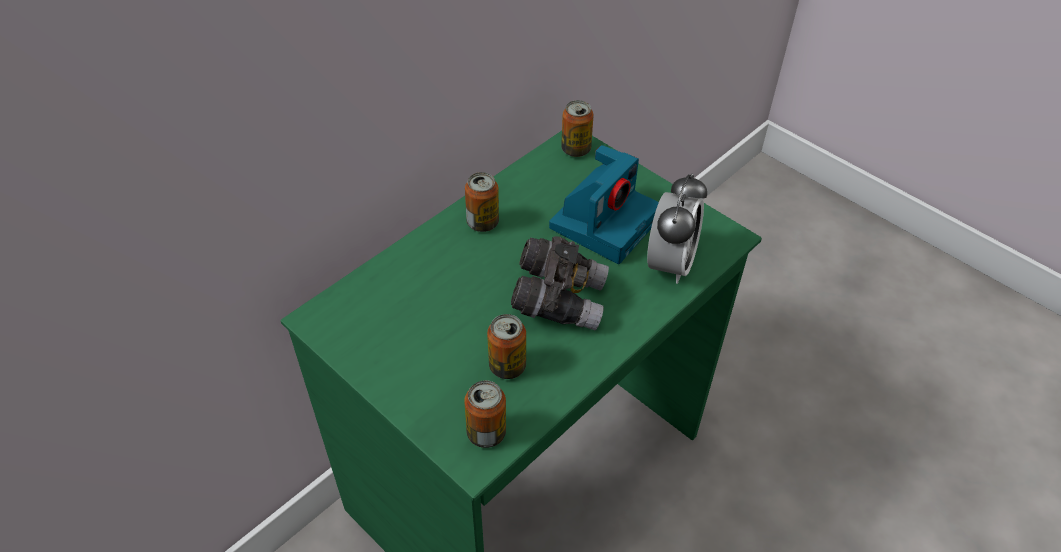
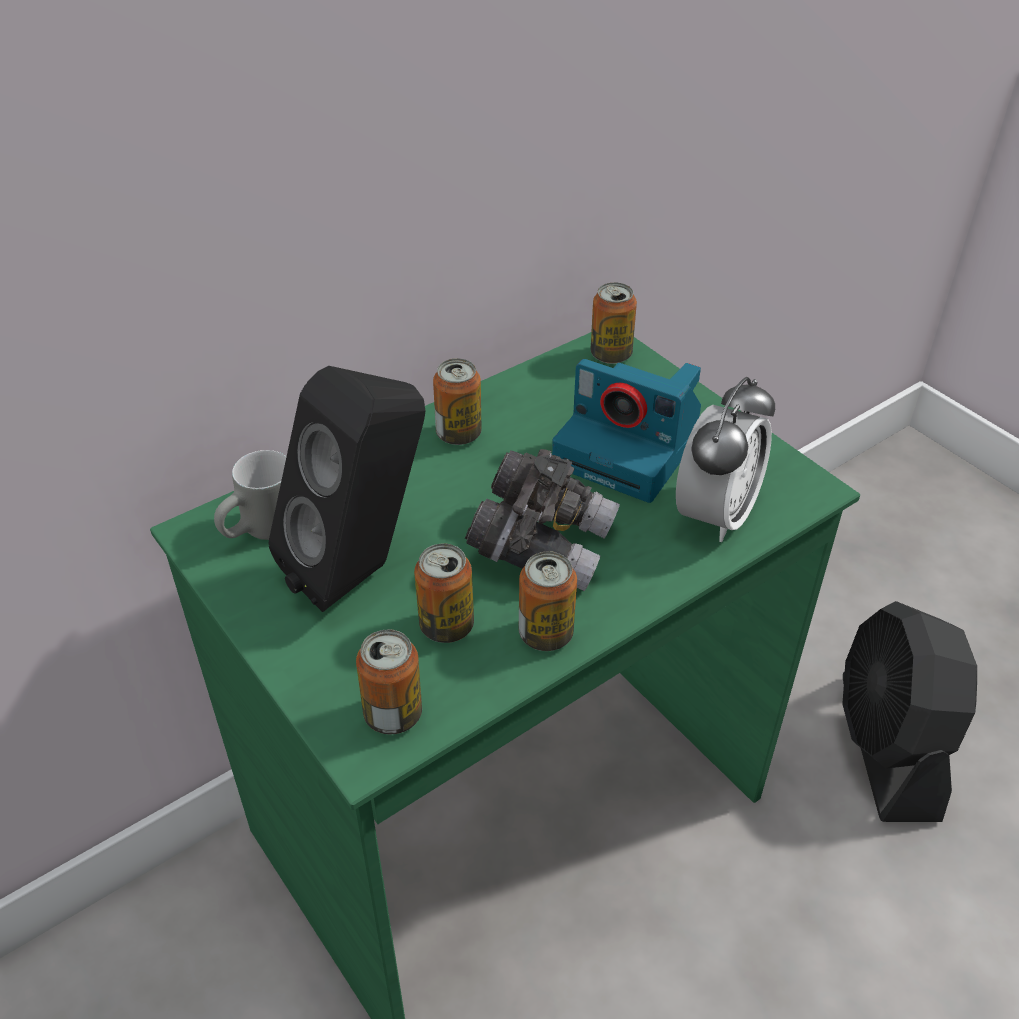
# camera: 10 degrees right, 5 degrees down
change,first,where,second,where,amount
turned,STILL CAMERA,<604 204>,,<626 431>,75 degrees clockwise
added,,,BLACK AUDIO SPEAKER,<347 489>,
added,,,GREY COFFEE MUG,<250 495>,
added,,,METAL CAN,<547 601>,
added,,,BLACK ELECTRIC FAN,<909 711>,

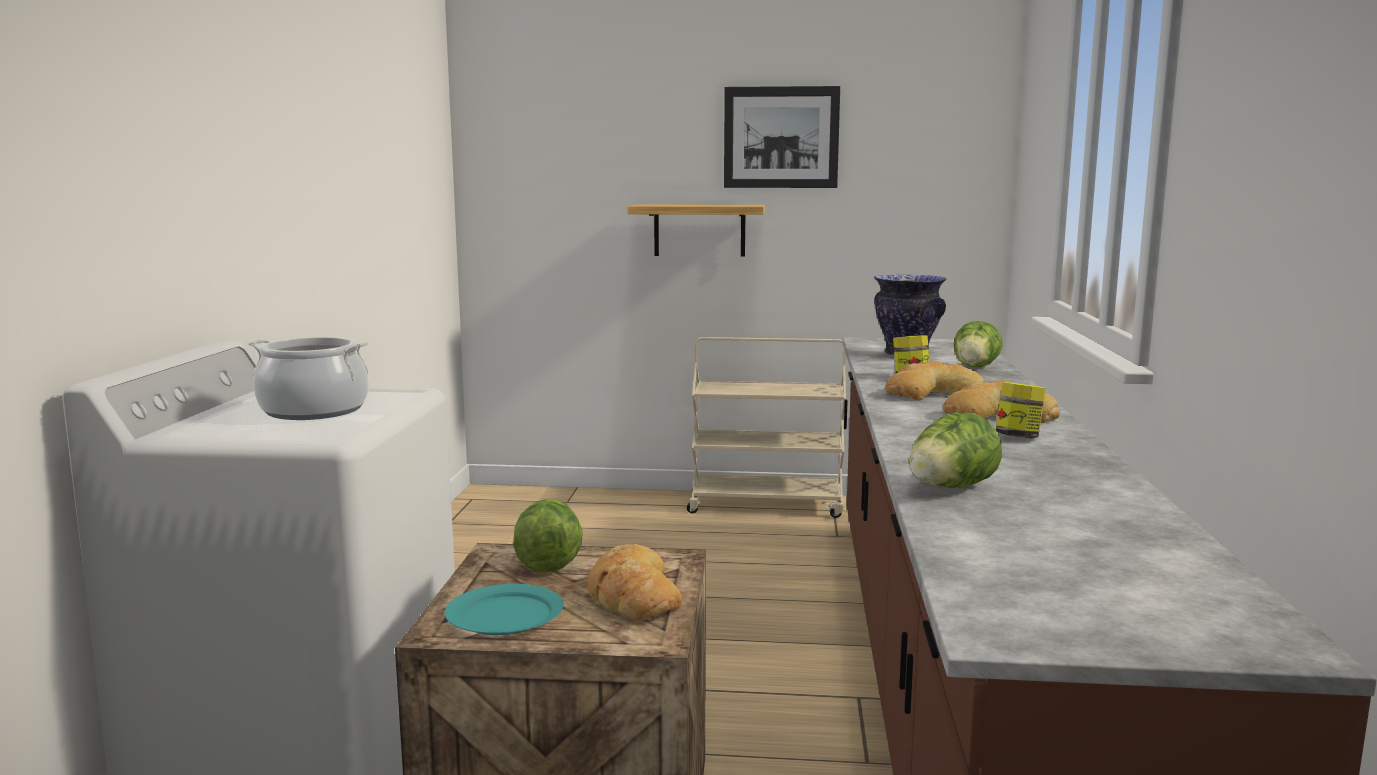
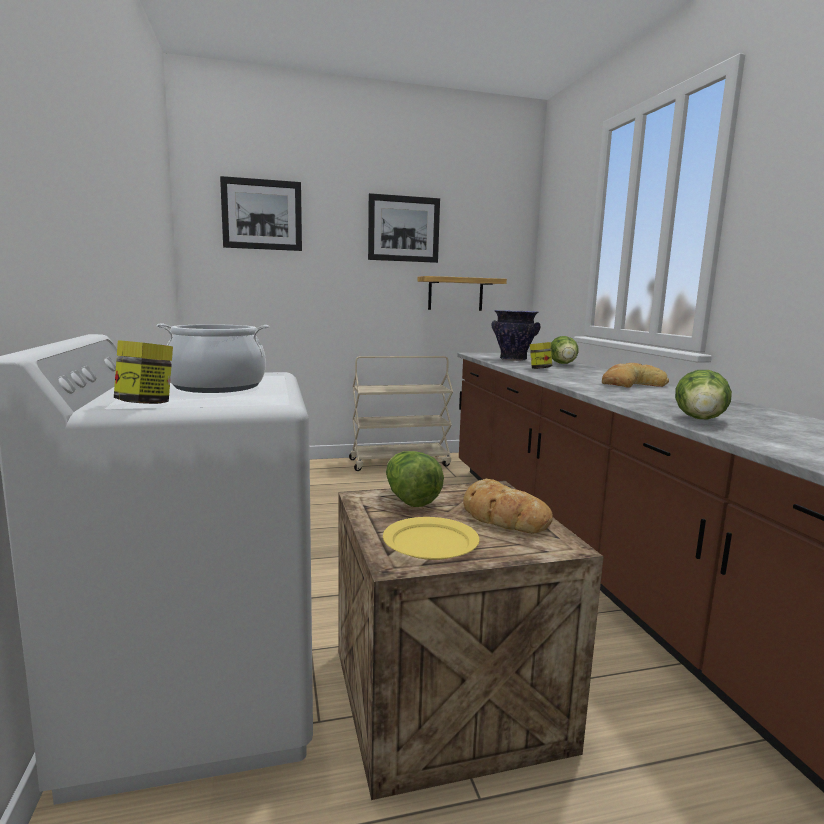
# camera: 20 degrees left, 0 degrees up
change,first,where,second,where,amount
moved,WALL SHELF,<696 230>,,<462 293>,
removed,BAKED BREAD,<934 380>,,,
moved,PRESERVE JAR,<1021 410>,,<143 372>,
recoloured,TURQUOISE PLATE,<504 609>,YELLOW PLATE,<431 538>,
added,,,PICTURE,<261 213>,

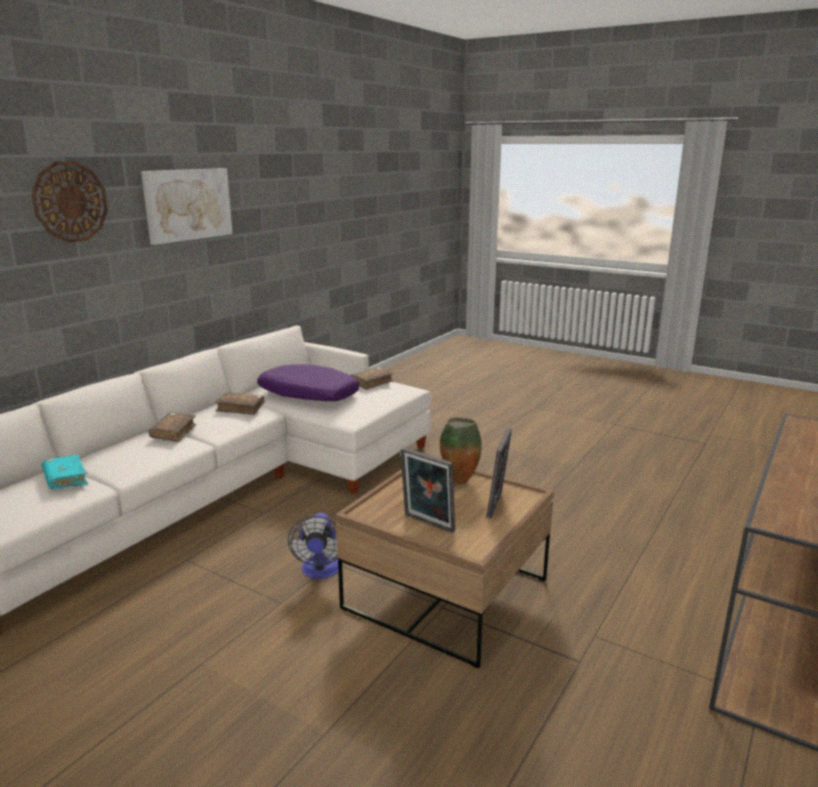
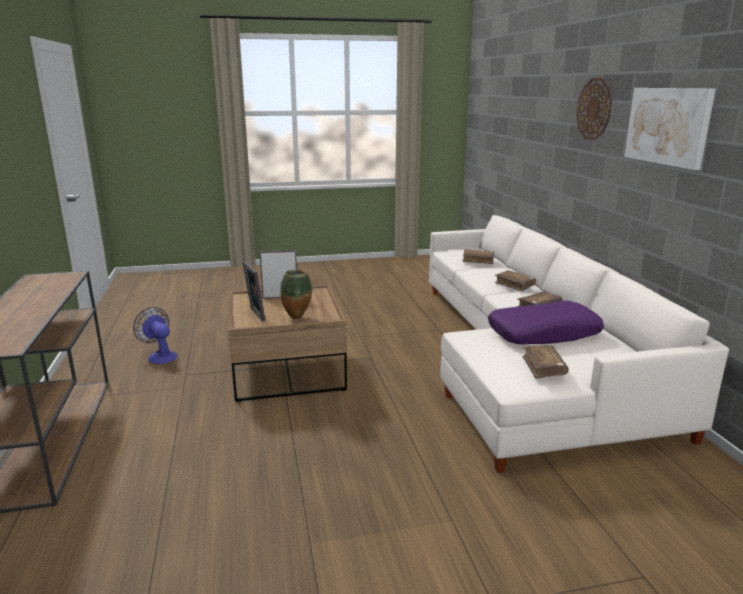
# camera: 135 degrees right, 0 degrees up
change,first,where,second,where,amount
recoloured,TURQUOISE BOOK,<65 472>,BROWN-COLOURED BOOK,<478 257>,
moved,ELECTRIC FAN,<313 546>,,<155 335>,

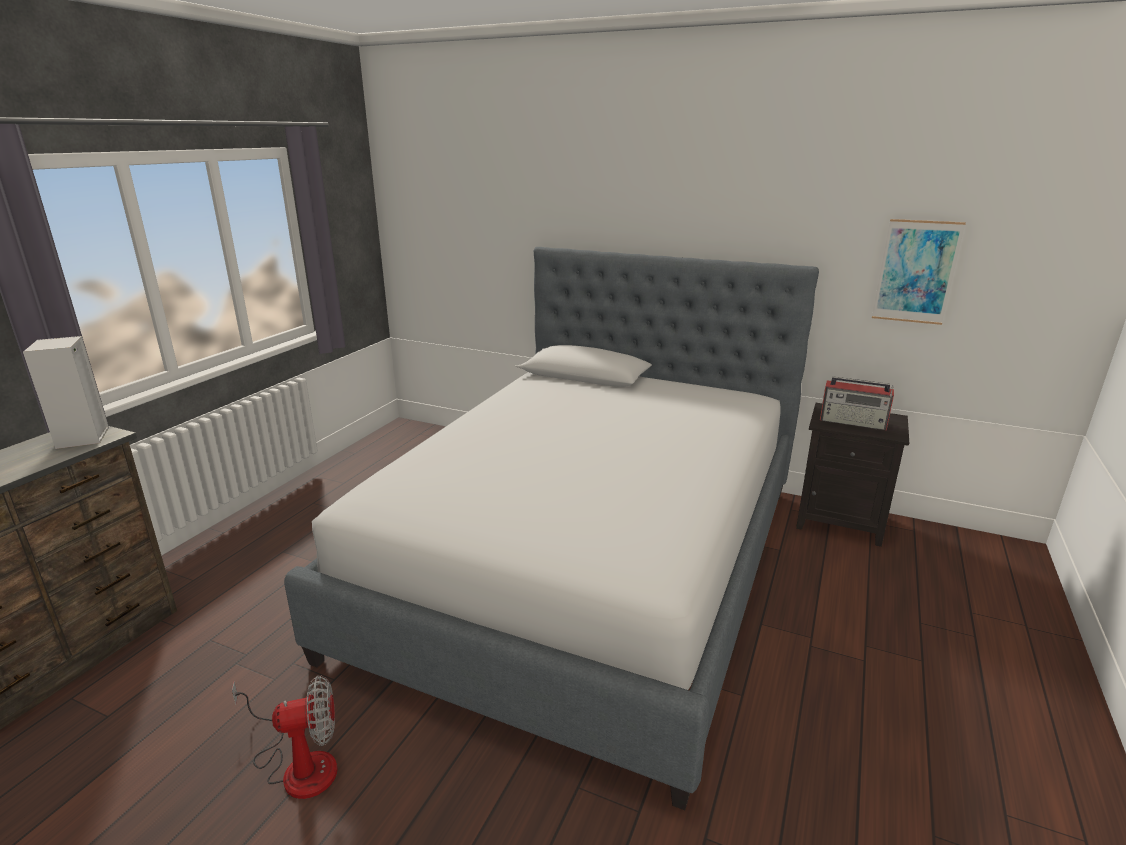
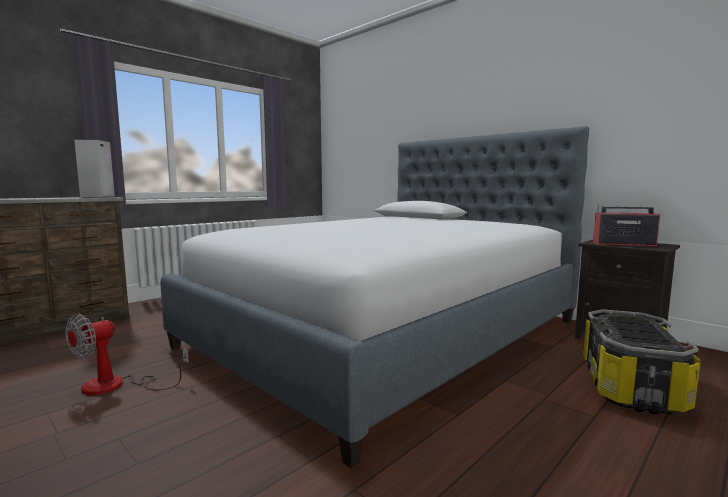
# camera: 20 degrees right, 15 degrees down
change,first,where,second,where,amount
removed,PICTURE,<919 272>,,,
turned,RADIO RECEIVER,<857 403>,,<626 225>,150 degrees clockwise
turned,ELECTRIC FAN,<285 737>,,<127 354>,120 degrees clockwise
added,,,STORAGE BOX,<642 361>,

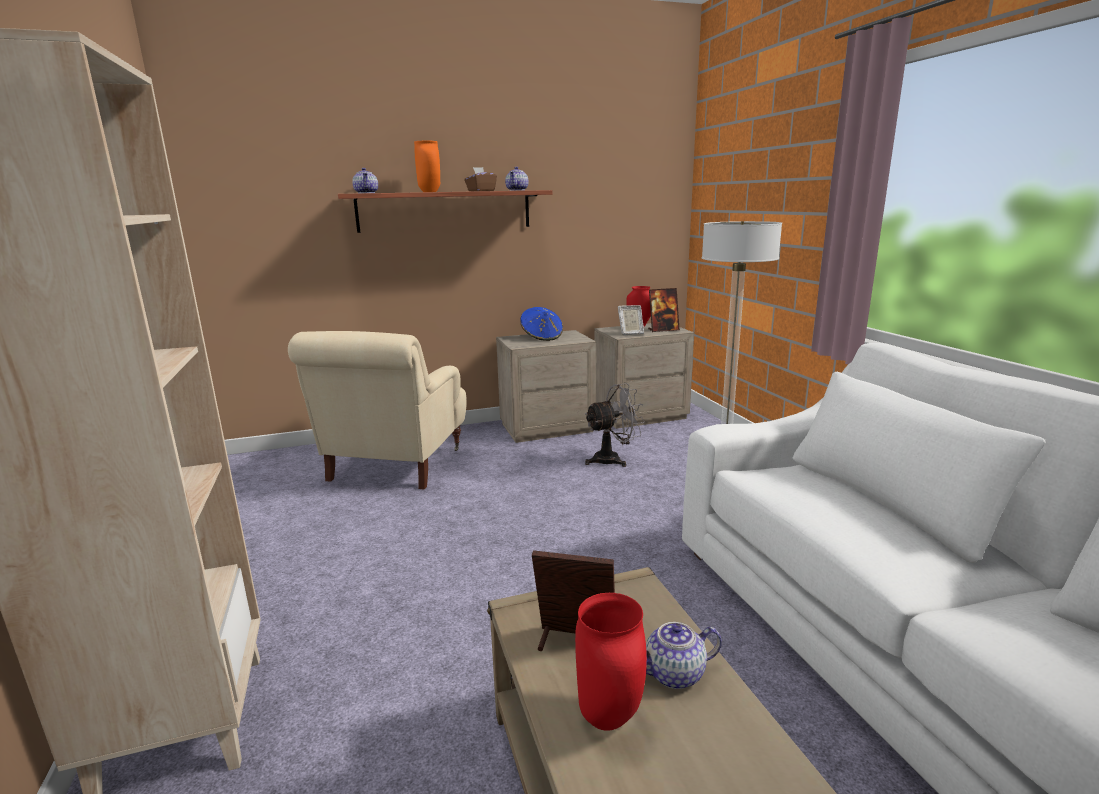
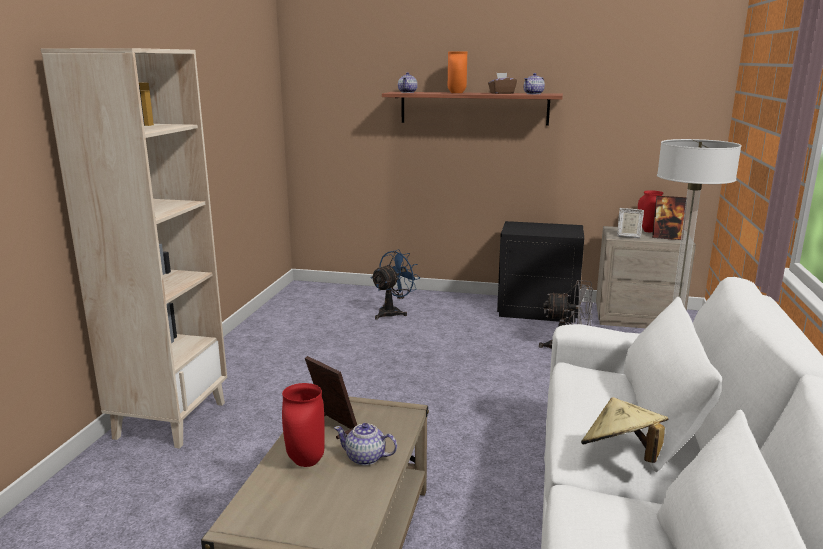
# camera: 30 degrees right, 0 degrees up
change,first,where,second,where,amount
removed,BLUISH HAT,<541 324>,,,
recoloured,BEIGE-COLOURED NIGHTSTAND,<546 386>,BLACK NIGHTSTAND,<540 272>,
replaced,BEIGE-COLOURED LOUNGE CHAIR,<377 410>,BLUISH ELECTRIC FAN,<395 284>,
added,,,BEIGE-COLOURED HAT,<624 430>,

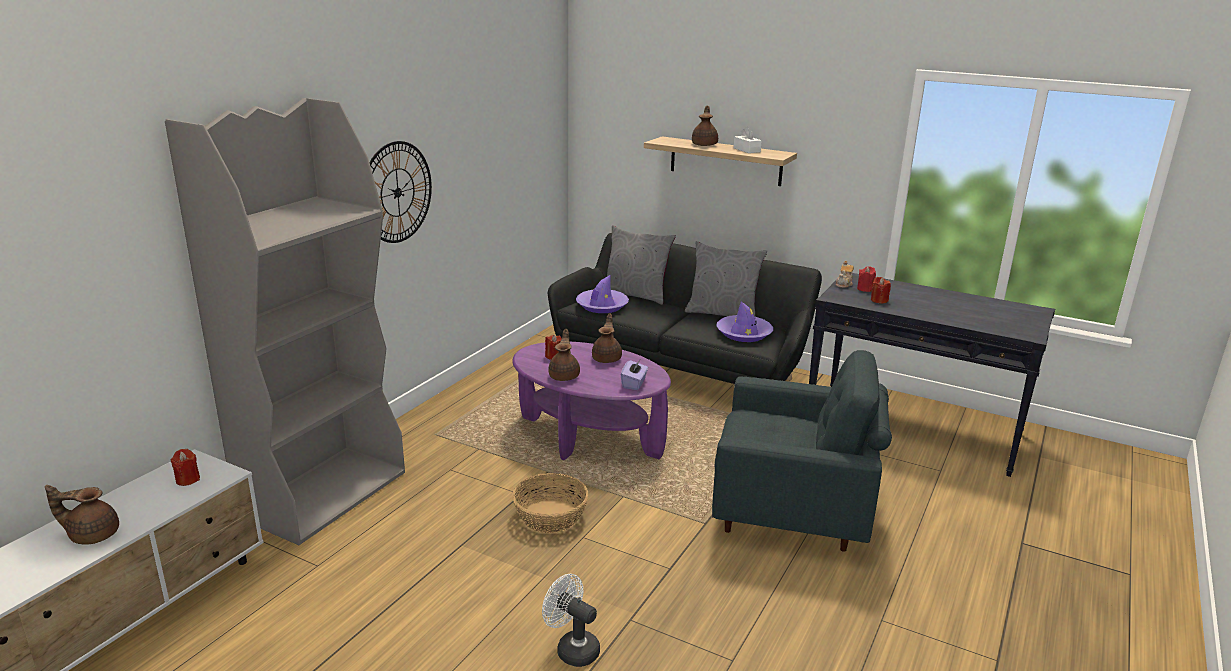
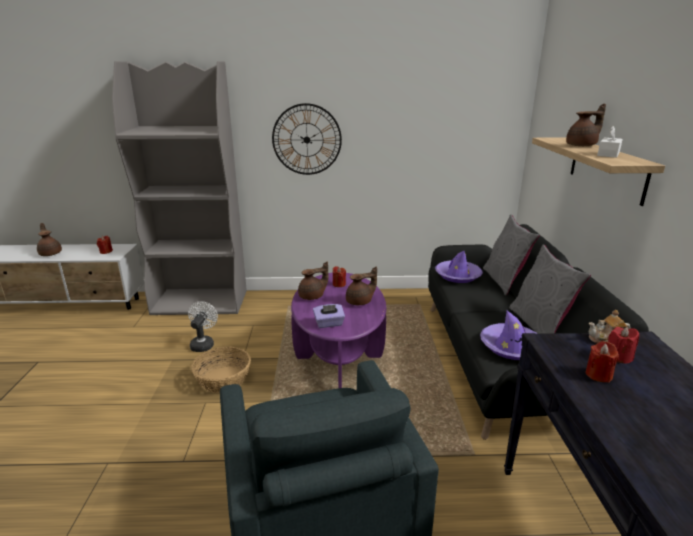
# camera: 60 degrees right, 0 degrees up
change,first,where,second,where,amount
moved,WHITE ELECTRIC FAN,<571 620>,,<203 326>,

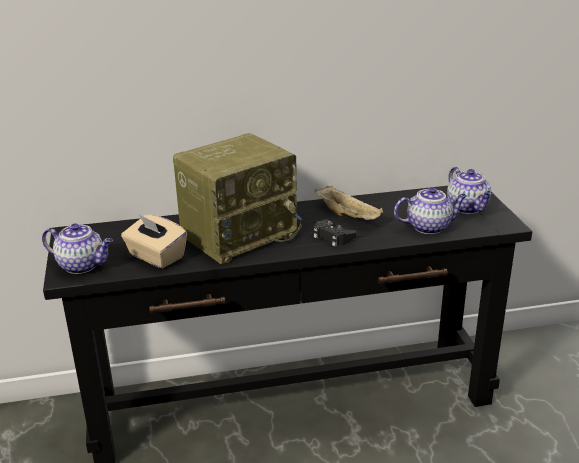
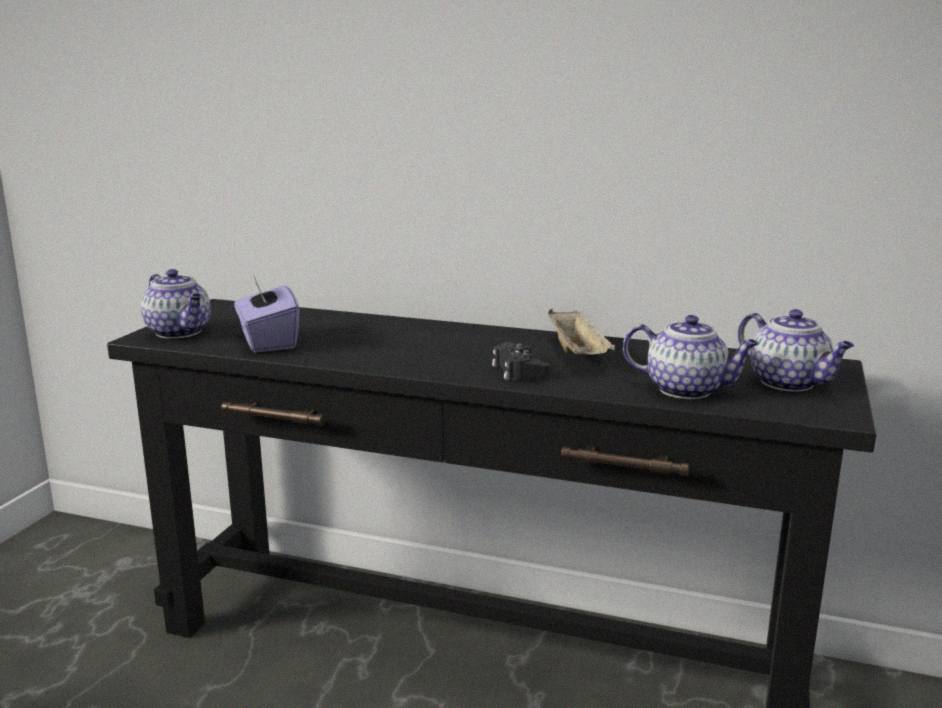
# camera: 30 degrees right, 10 degrees down
change,first,where,second,where,amount
removed,RADIO RECEIVER,<238 198>,,,
turned,POT FOR TEA,<470 190>,,<796 350>,45 degrees counterclockwise
recoloured,BEIGE-COLOURED TISSUE HOLDER,<154 241>,PURPLE-COLOURED TISSUE HOLDER,<266 313>,

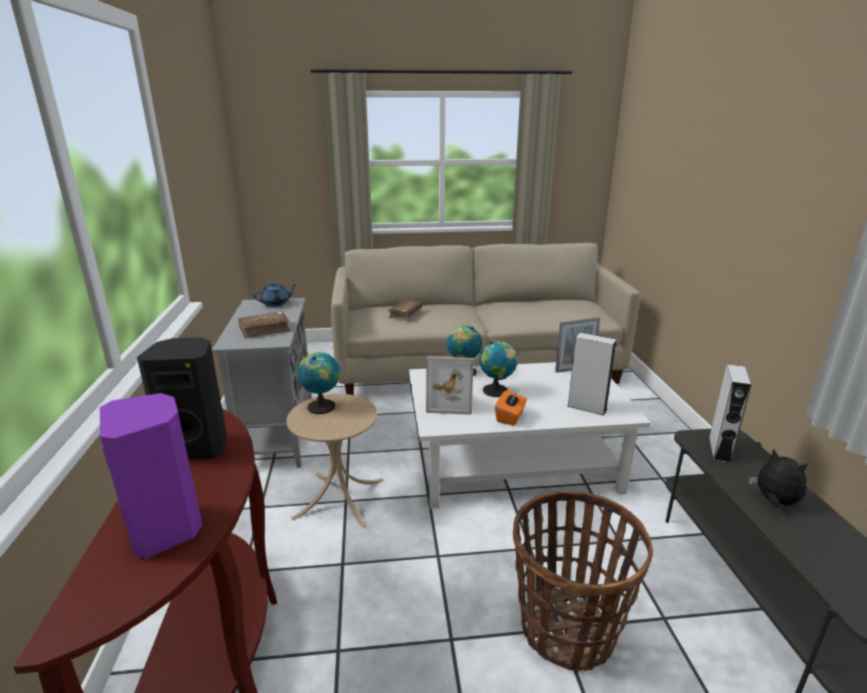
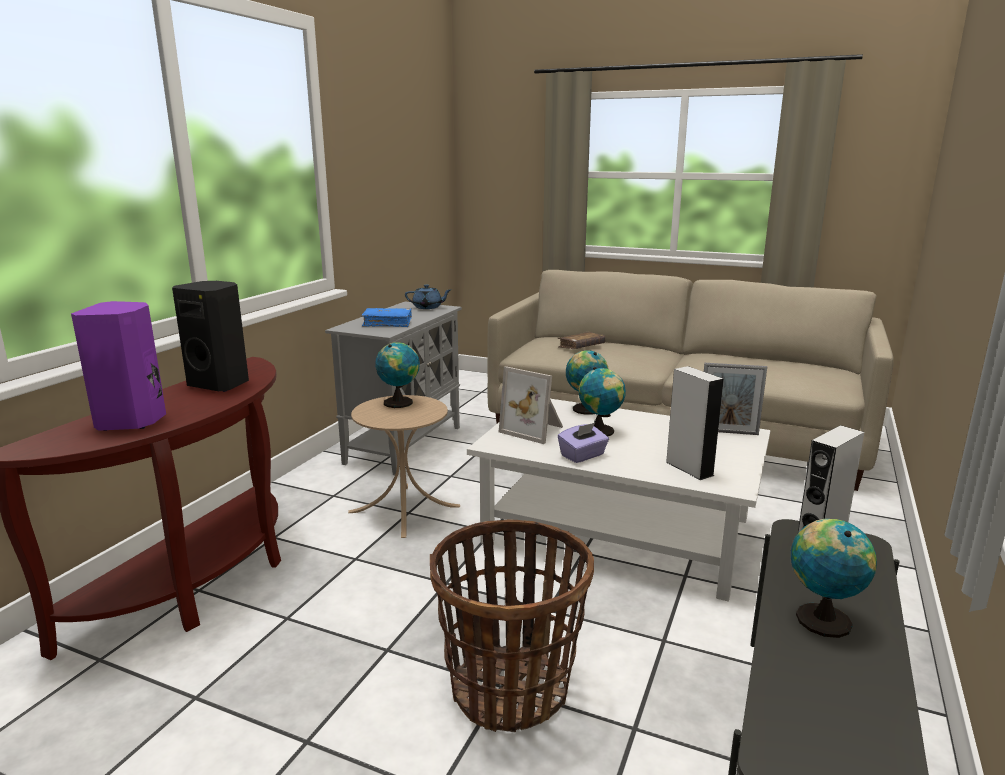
# camera: 30 degrees right, 5 degrees down
change,first,where,second,where,amount
recoloured,BROWN-COLOURED BOOK,<264 324>,BLUISH BOOK,<386 317>,
recoloured,ORANGE TISSUE HOLDER,<511 408>,PURPLE-COLOURED TISSUE HOLDER,<583 443>,
replaced,CUDDLY TOY,<778 478>,WORLD GLOBE,<834 578>,

